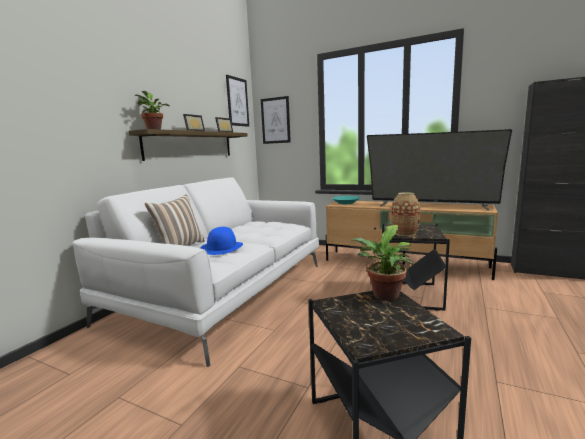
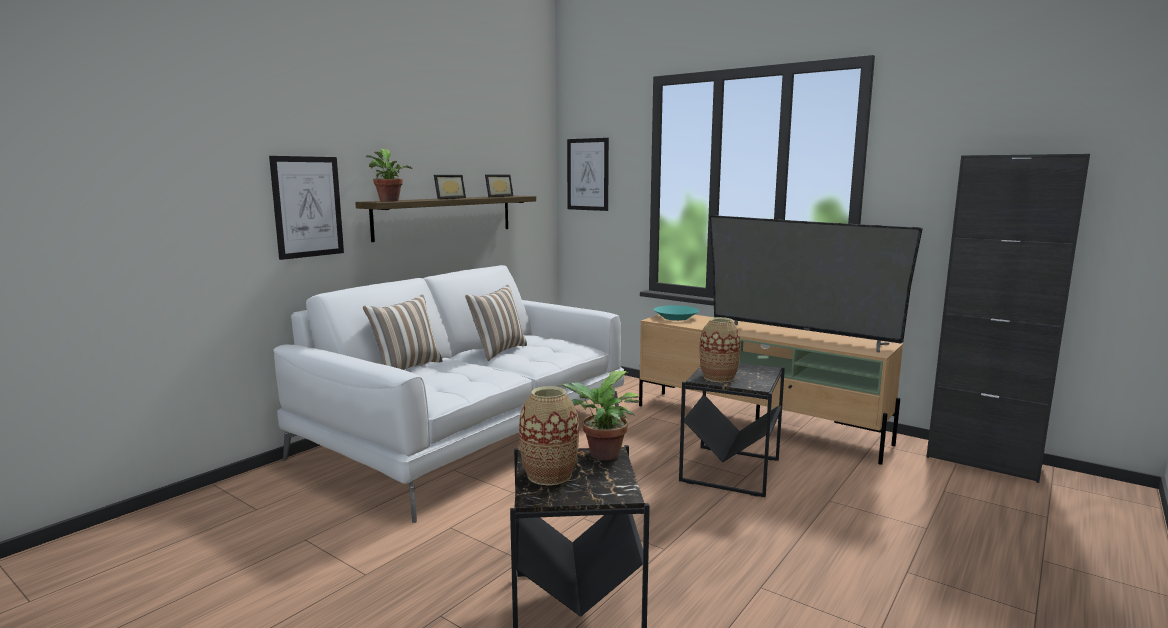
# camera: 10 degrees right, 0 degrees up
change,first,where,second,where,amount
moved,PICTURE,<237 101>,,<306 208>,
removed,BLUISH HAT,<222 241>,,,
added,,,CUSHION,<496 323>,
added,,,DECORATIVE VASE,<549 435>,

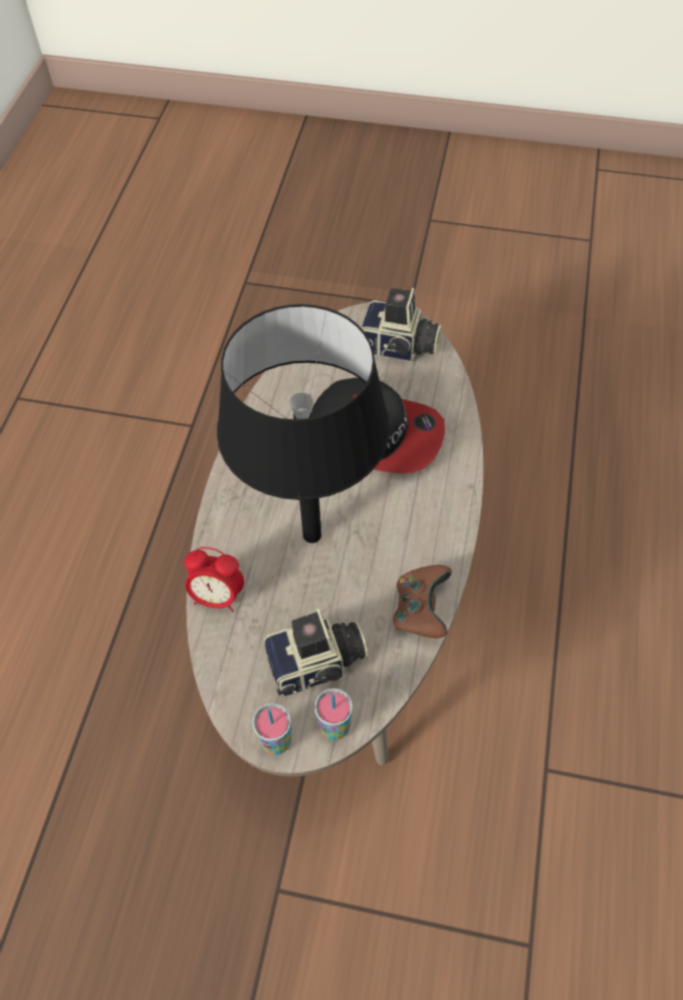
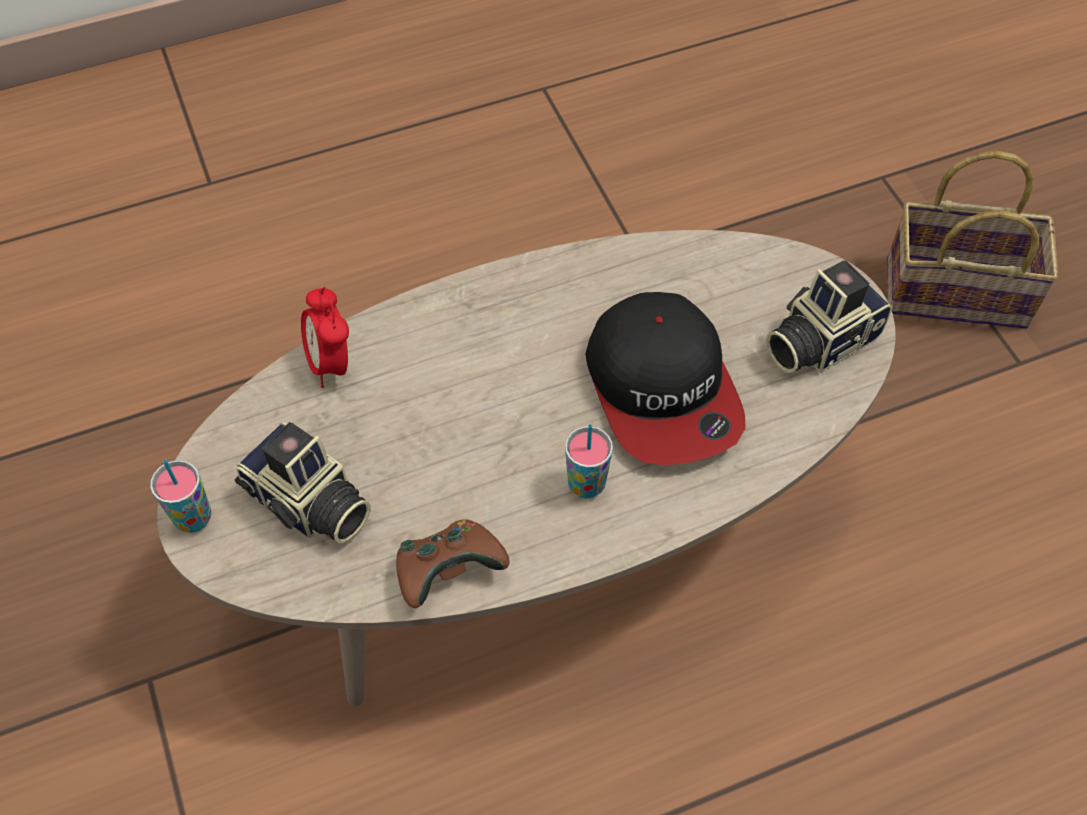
# camera: 55 degrees right, 0 degrees up
change,first,where,second,where,amount
turned,STILL CAMERA,<402 325>,,<829 316>,75 degrees clockwise
removed,BLACK TABLETOP LAMP,<303 423>,,,
moved,CUP,<334 714>,,<589 461>,
added,,,STORAGE BASKET,<973 239>,

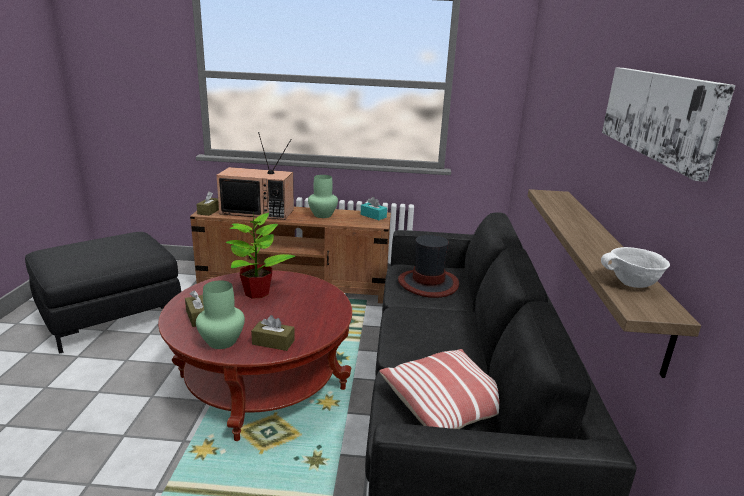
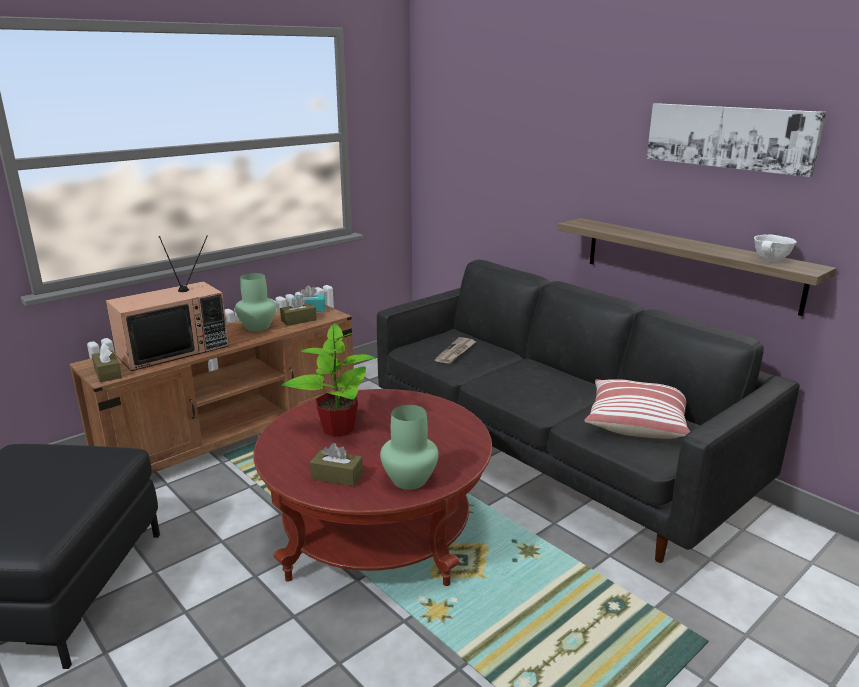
# camera: 45 degrees left, 0 degrees up
change,first,where,second,where,amount
replaced,HAT,<428 266>,DAILY PAPER,<456 350>,
moved,BROWN-COLOURED TISSUE HOLDER,<273 333>,,<298 310>,

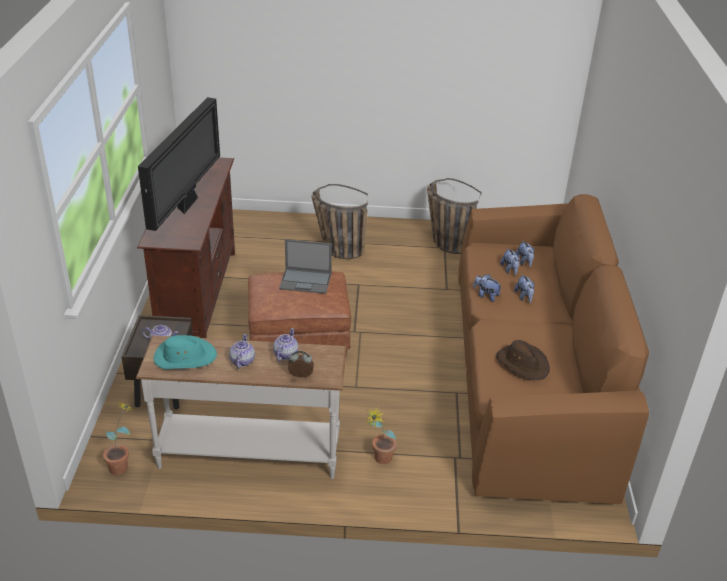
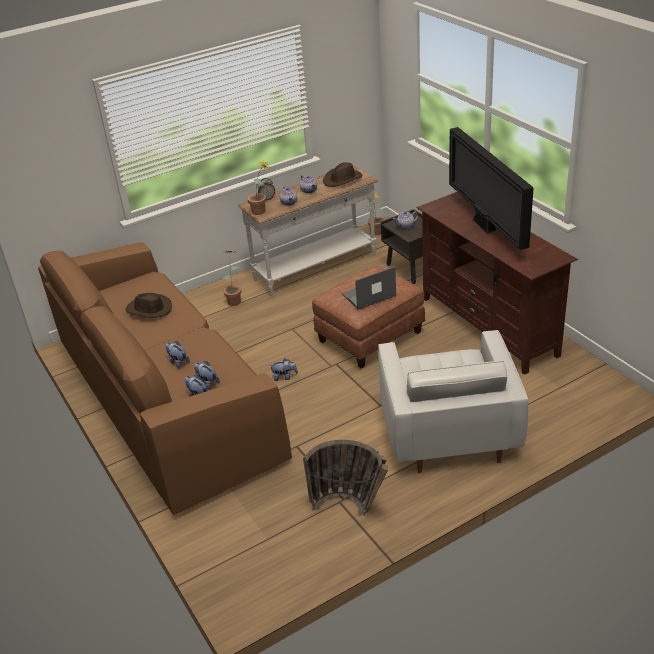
# camera: 150 degrees right, 0 degrees up
change,first,where,second,where,amount
replaced,STORAGE BASKET,<339 221>,WHITE LOUNGE CHAIR,<453 401>,
moved,CUDDLY TOY,<487 288>,,<283 370>,
recoloured,TURQUOISE HAT,<185 352>,BROWN-COLOURED HAT,<342 174>,
added,,,PLANT IN A POT,<259 187>,

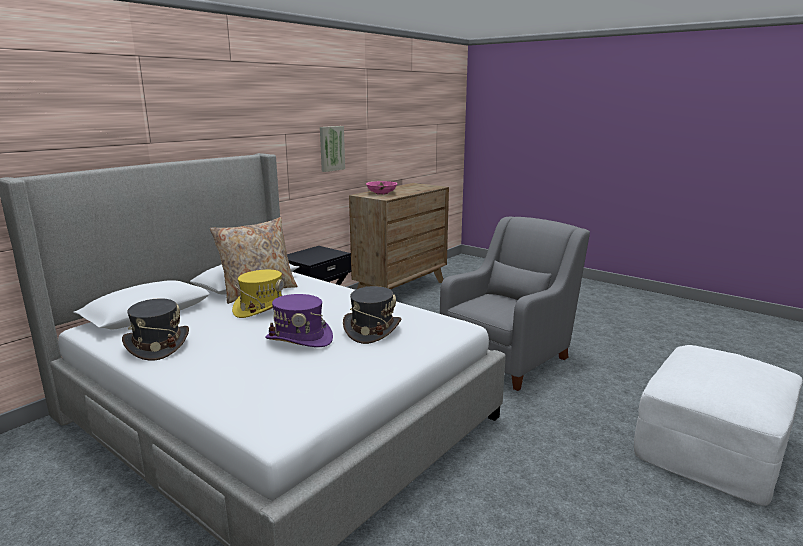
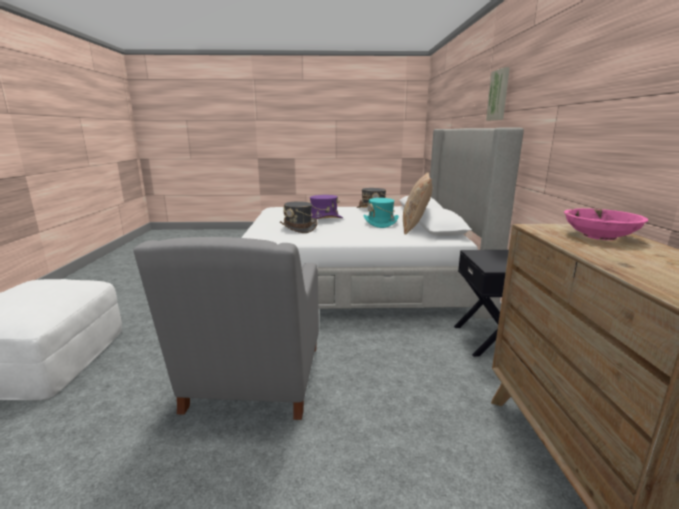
# camera: 140 degrees right, 0 degrees up
change,first,where,second,where,amount
moved,PICTURE,<332 149>,,<498 94>,
recoloured,YELLOW HAT,<258 294>,TURQUOISE HAT,<381 213>,

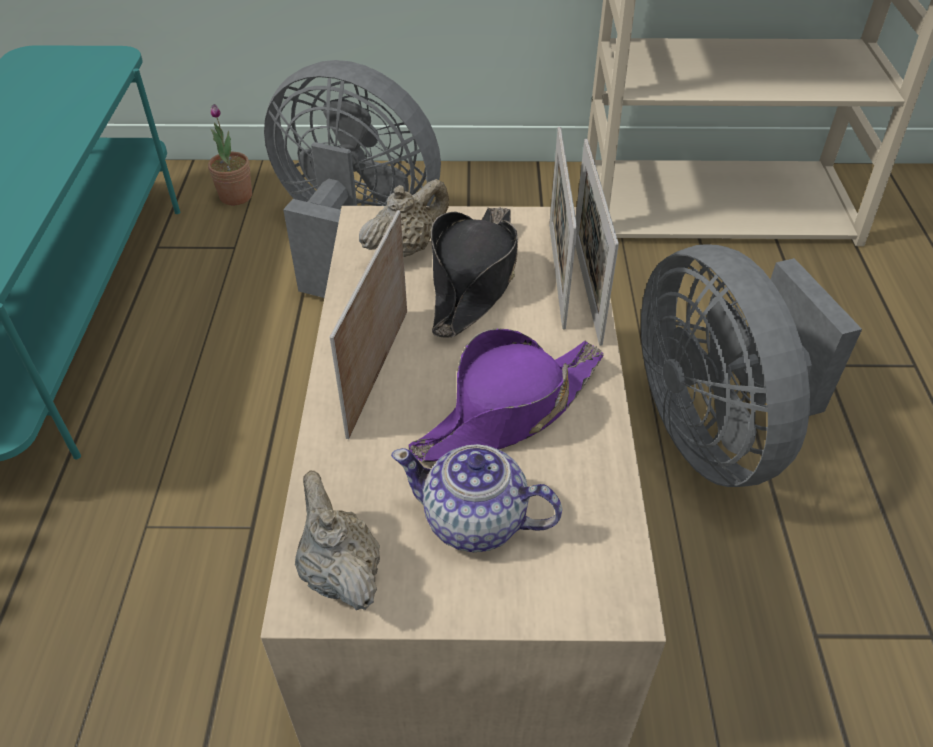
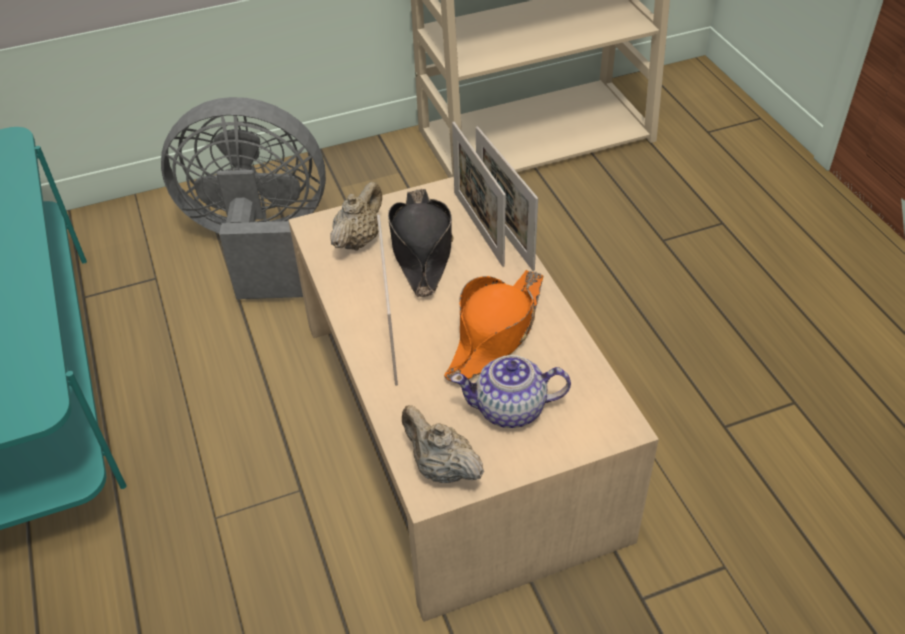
# camera: 20 degrees left, 0 degrees up
change,first,where,second,where,amount
removed,PLANT IN A POT,<230 155>,,,
removed,GREY ELECTRIC FAN,<751 365>,,,
recoloured,PURPLE-COLOURED HAT,<506 395>,ORANGE HAT,<494 326>,

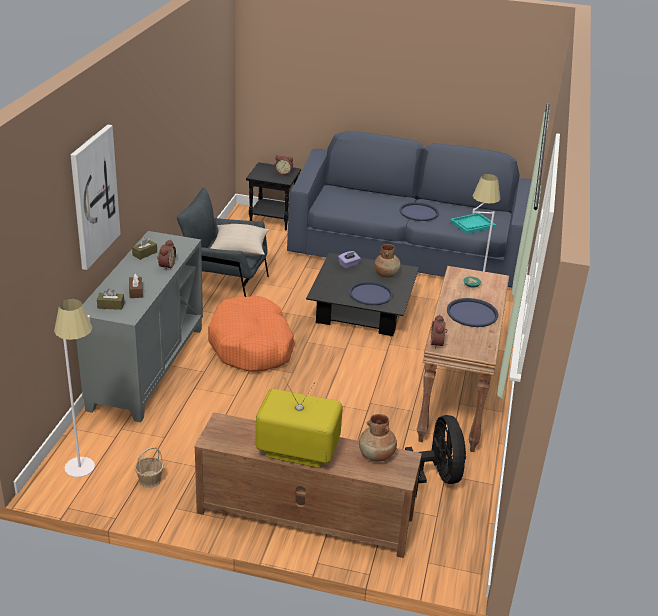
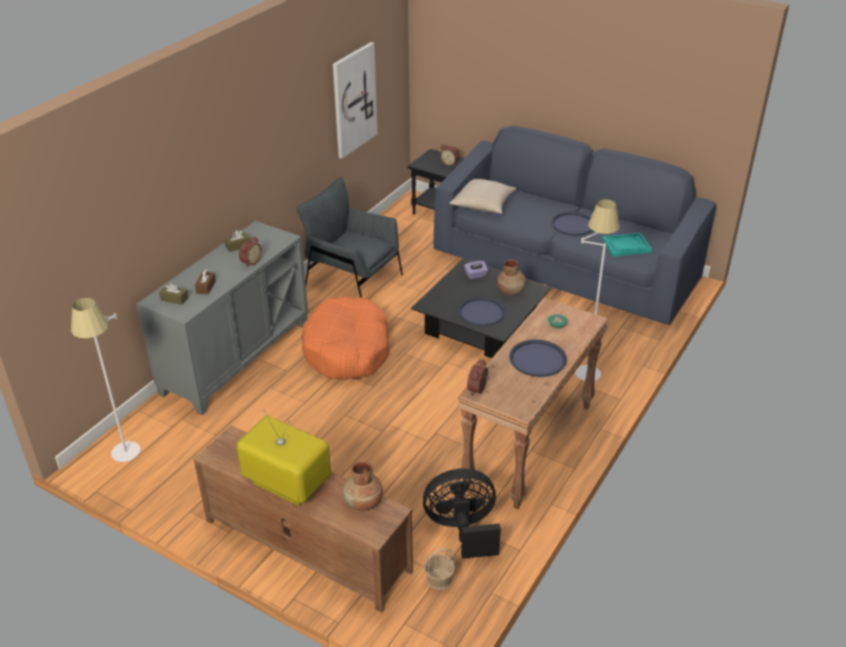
# camera: 20 degrees right, 5 degrees up
change,first,where,second,where,amount
moved,PICTURE,<96 197>,,<355 100>,
moved,BEIGE-COLOURED CUSHION,<240 239>,,<483 196>,
turned,BLACK ELECTRIC FAN,<435 455>,,<462 513>,105 degrees counterclockwise
moved,STORAGE BASKET,<149 467>,,<439 569>,

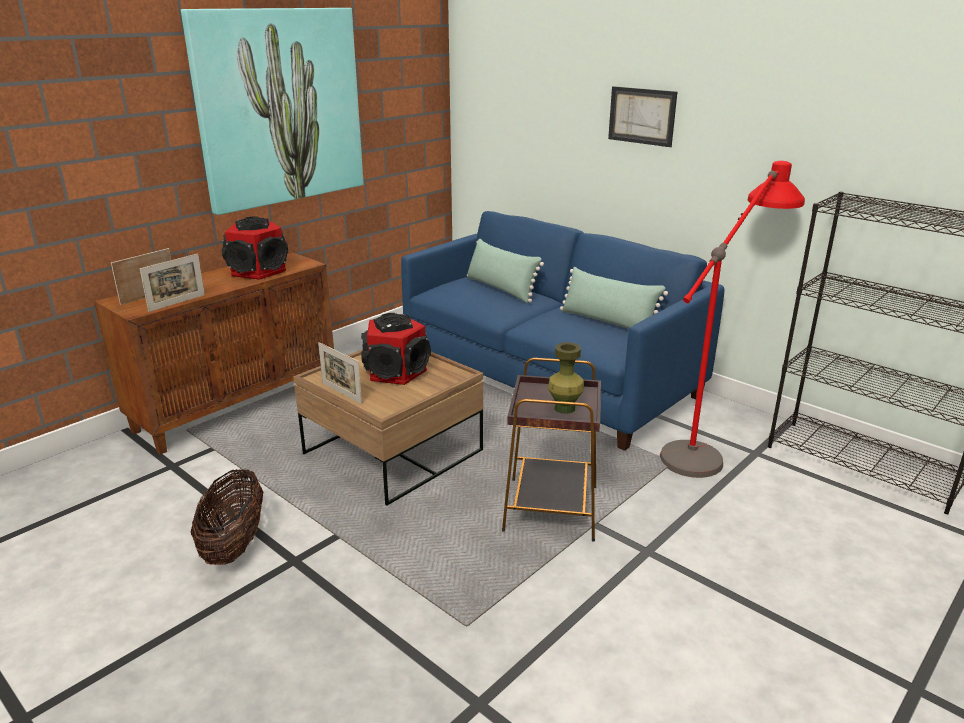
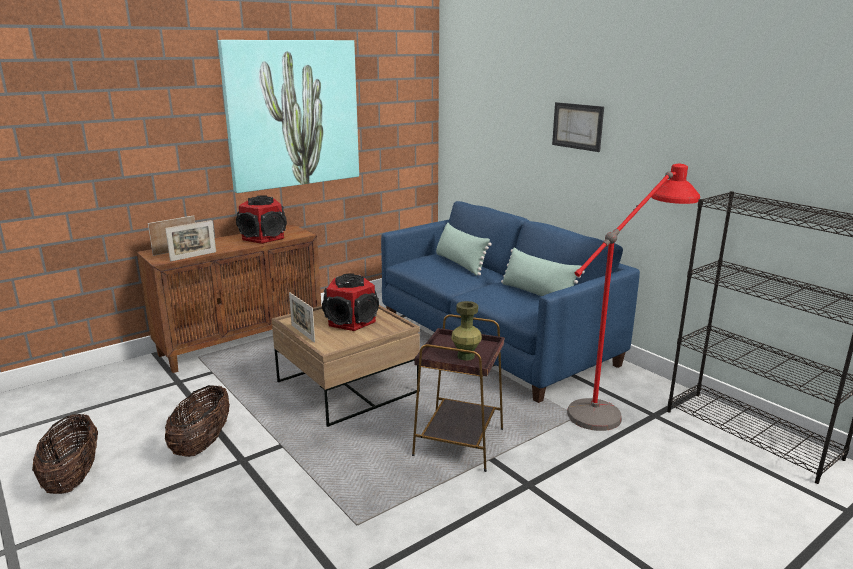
# camera: 10 degrees right, 5 degrees down
change,first,where,second,where,amount
added,,,STORAGE BASKET,<65 454>,

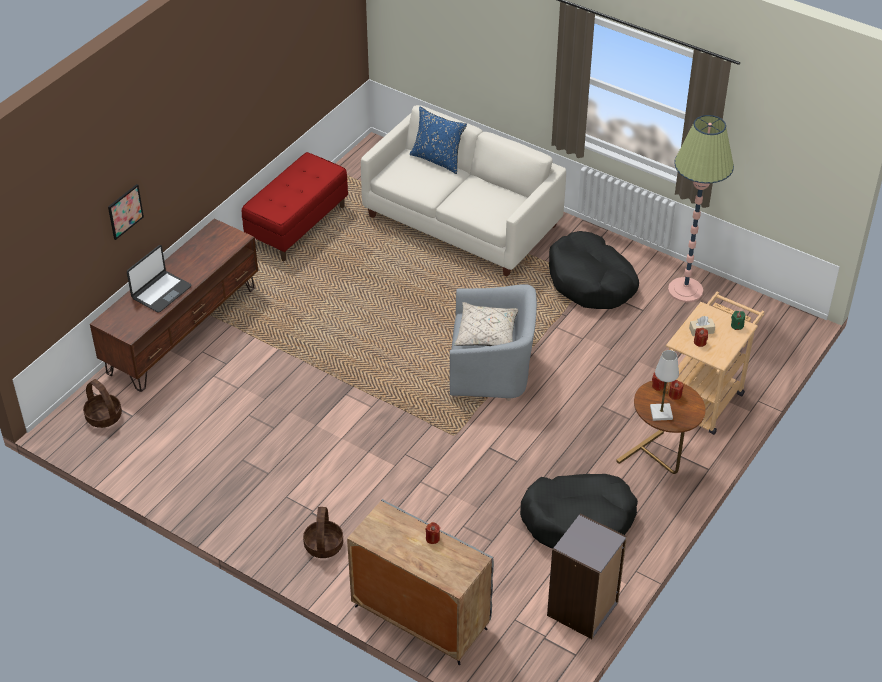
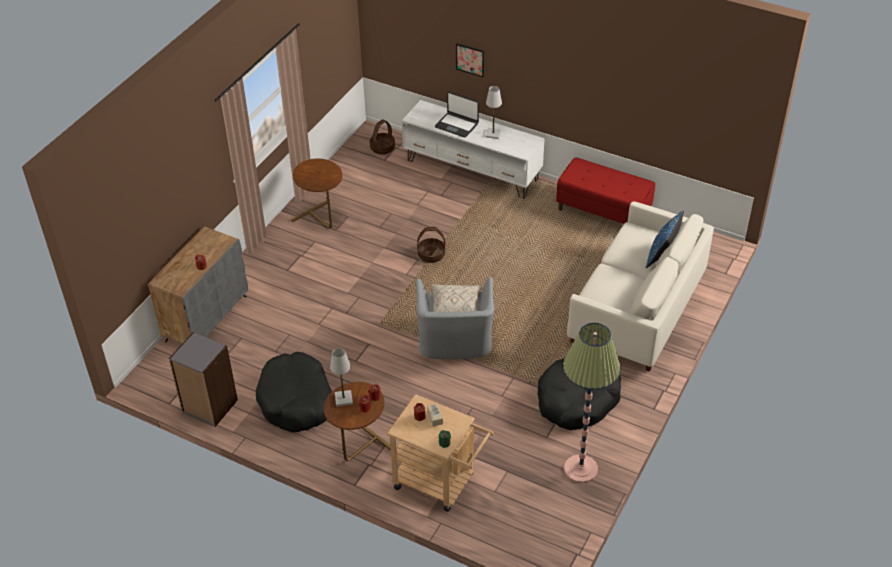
# camera: 85 degrees right, 0 degrees up
change,first,where,second,where,amount
recoloured,BROWN-COLOURED TV UNIT,<174 305>,WHITE TV UNIT,<473 149>,
moved,STORAGE BASKET,<323 532>,,<431 245>,
added,,,WHITE TABLETOP LAMP,<494 112>,
added,,,BROWN-COLOURED ACCENT TABLE,<316 193>,

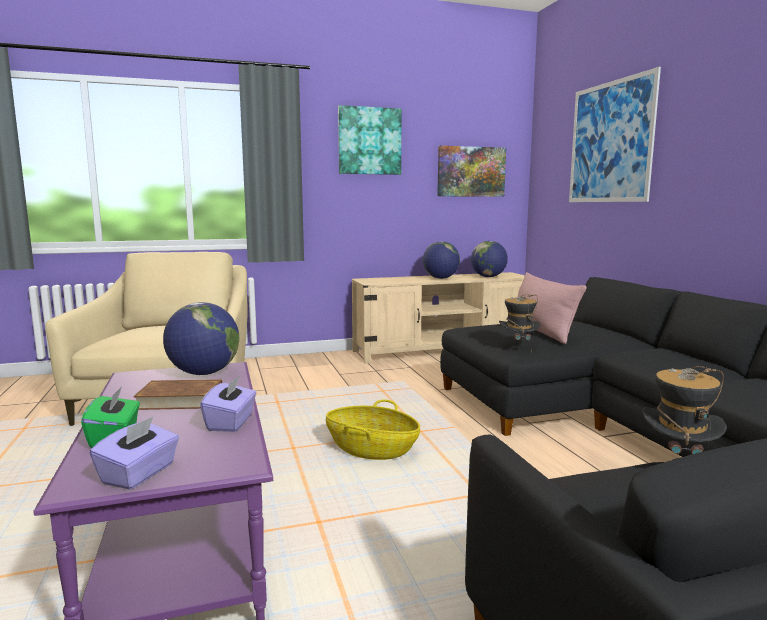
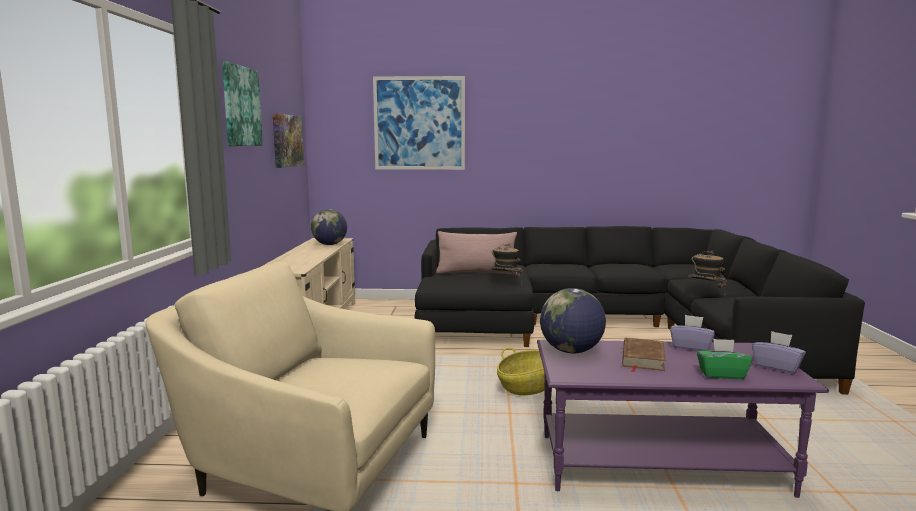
# camera: 70 degrees left, 0 degrees up
change,first,where,second,where,amount
removed,WORLD GLOBE,<441 260>,,,

